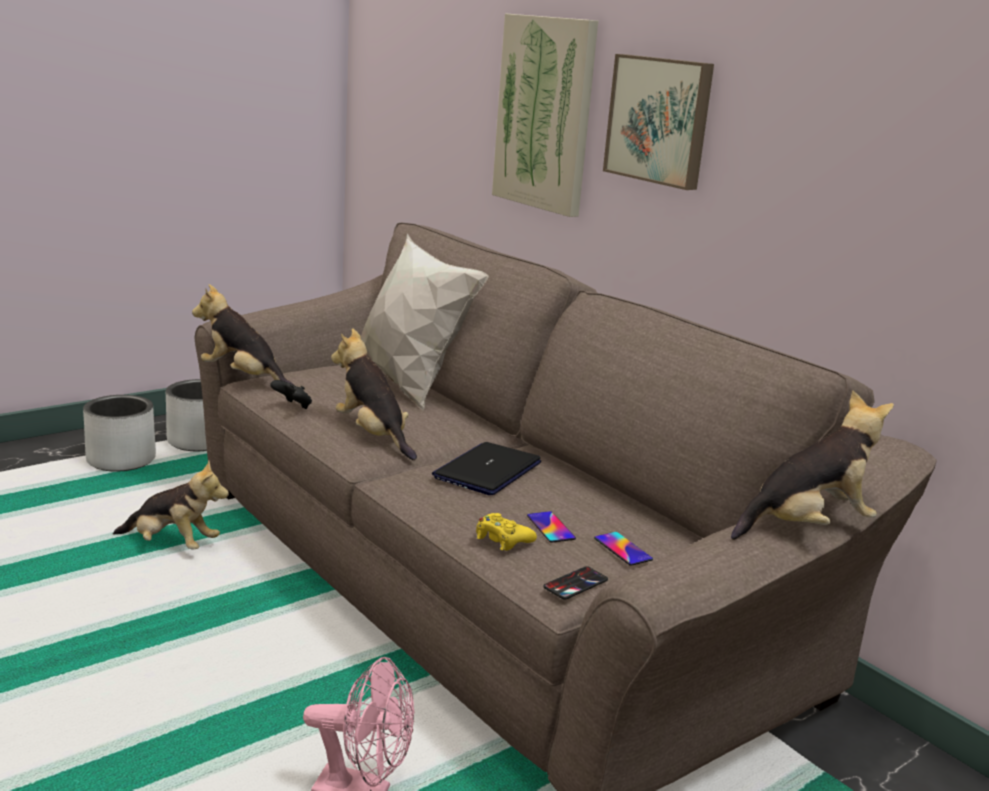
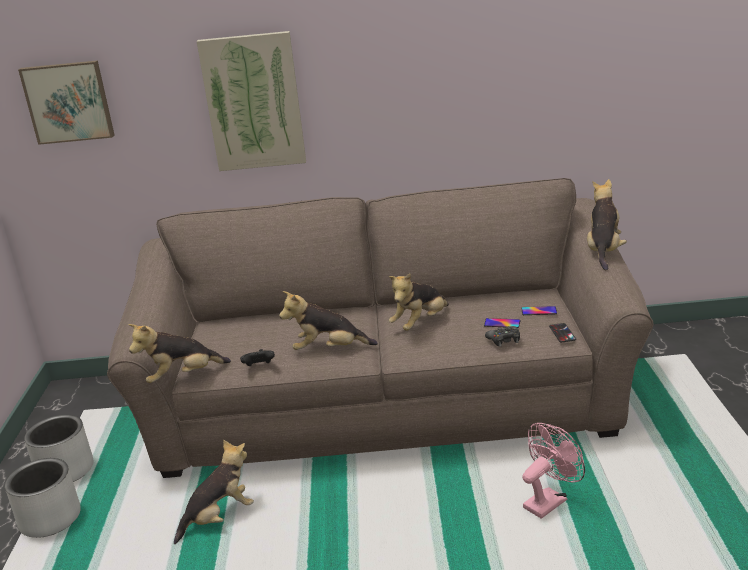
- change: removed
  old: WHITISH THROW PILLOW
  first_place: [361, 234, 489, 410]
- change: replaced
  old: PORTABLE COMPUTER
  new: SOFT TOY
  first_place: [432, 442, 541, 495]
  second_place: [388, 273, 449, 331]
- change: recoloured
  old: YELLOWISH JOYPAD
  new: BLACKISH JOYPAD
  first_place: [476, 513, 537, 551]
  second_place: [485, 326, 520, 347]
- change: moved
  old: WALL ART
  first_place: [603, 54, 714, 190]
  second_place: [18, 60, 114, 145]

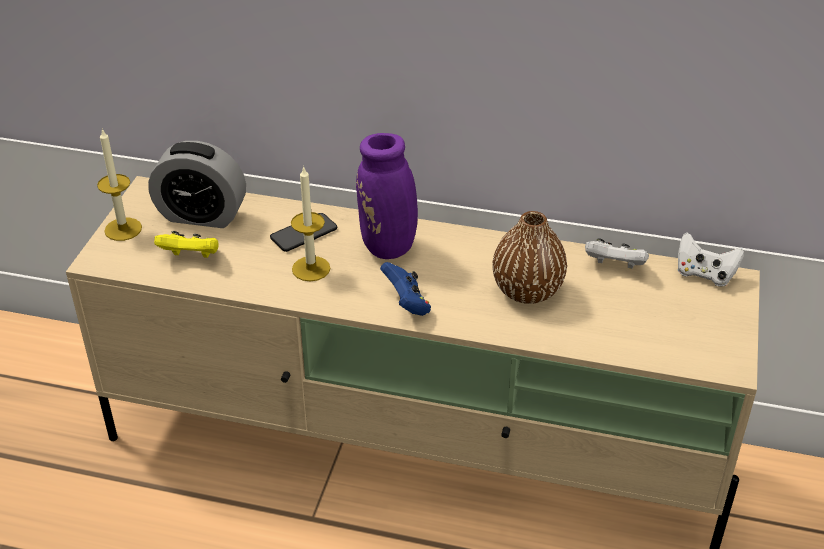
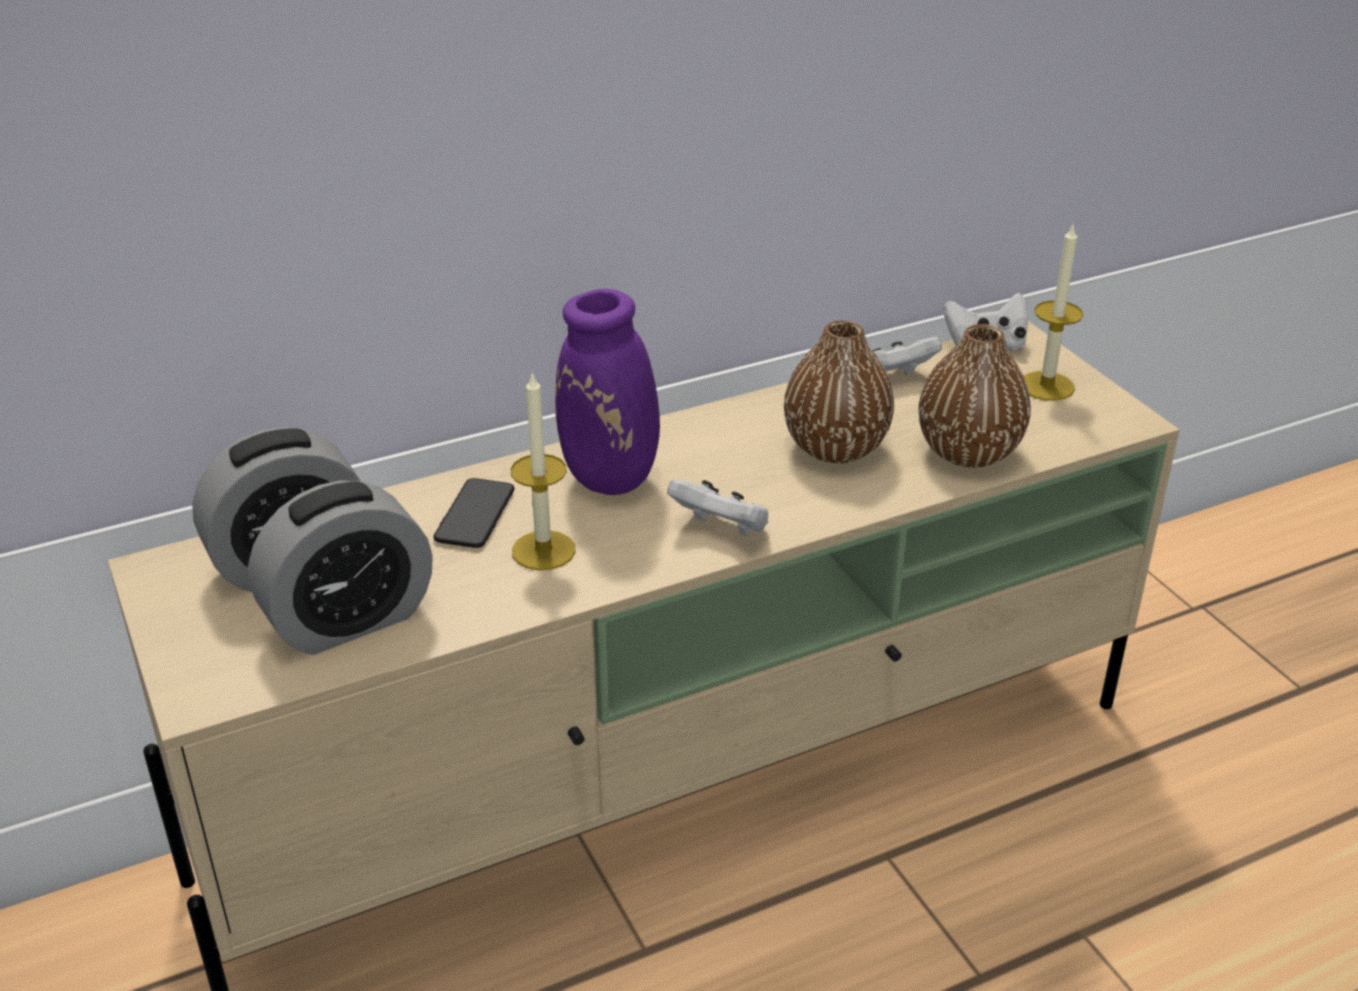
- change: moved
  old: WAX LIGHT
  first_place: [97, 128, 142, 241]
  second_place: [1024, 225, 1083, 401]
- change: replaced
  old: YELLOWISH JOYPAD
  new: ALARM CLOCK
  first_place: [154, 231, 219, 258]
  second_place: [248, 480, 433, 655]
- change: recoloured
  old: BLUISH JOYPAD
  new: WHITISH JOYPAD
  first_place: [380, 262, 431, 316]
  second_place: [667, 480, 768, 536]
- change: added
  new: BROWN VASE
  second_place: [919, 324, 1031, 468]

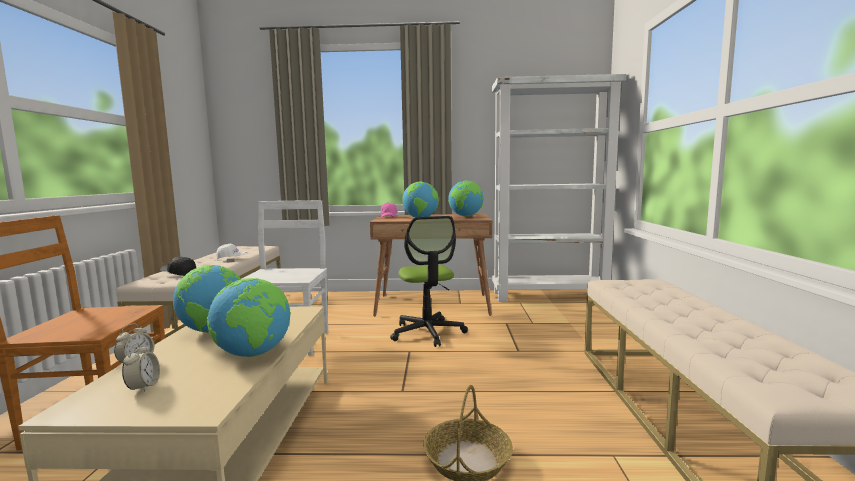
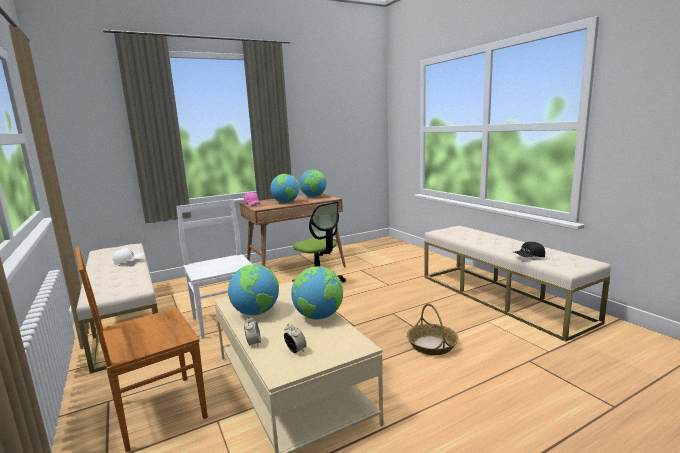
- change: moved
  old: BLACKISH CAP
  first_place: [160, 257, 196, 276]
  second_place: [514, 242, 545, 257]
- change: removed
  old: WHITISH BOOKSHELF
  first_place: [492, 74, 627, 302]

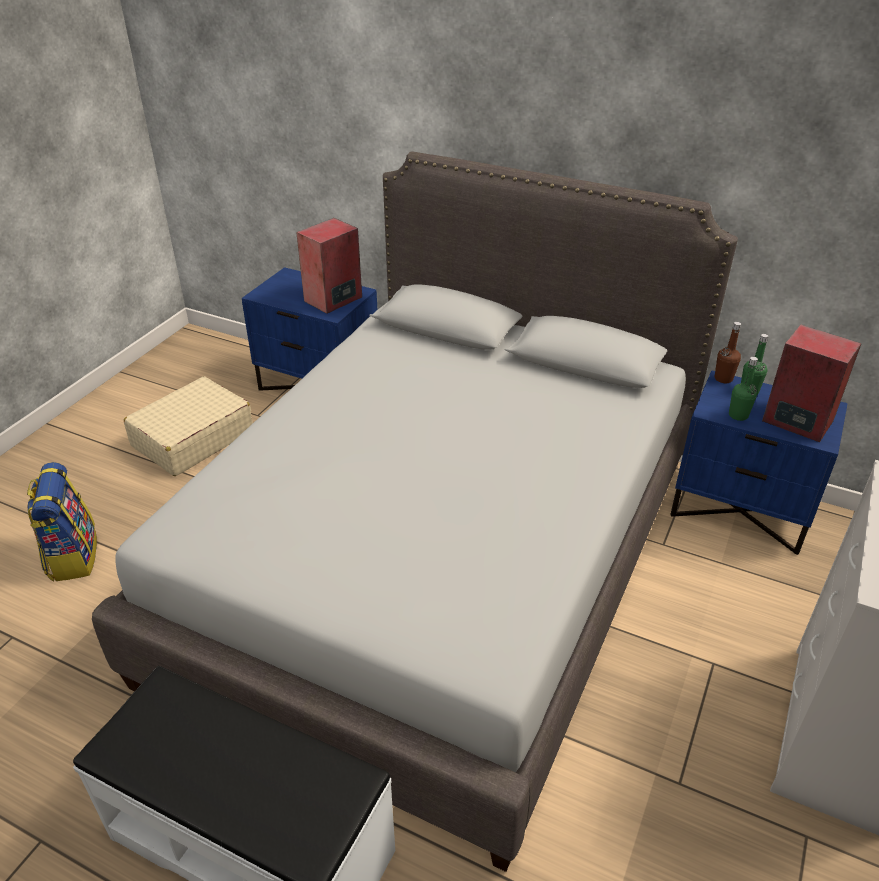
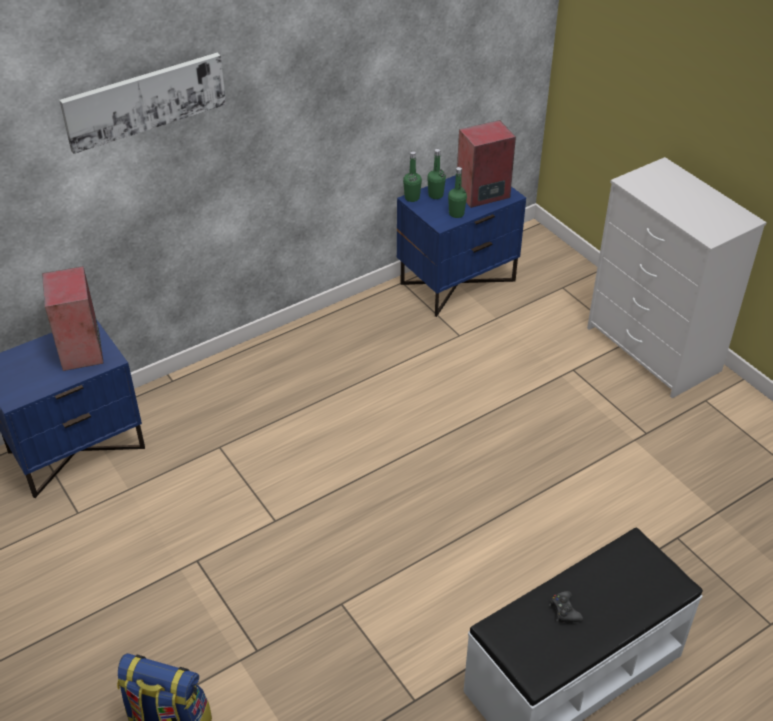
- change: removed
  old: GREY BEDROOM BED
  first_place: [92, 152, 738, 872]
- change: removed
  old: BEIGE-COLOURED SUITCASE
  first_place: [124, 377, 253, 476]
- change: recoloured
  old: BROWN DRINK BOTTLE
  new: GREEN DRINK BOTTLE
  first_place: [715, 322, 741, 383]
  second_place: [403, 151, 422, 202]
- change: added
  new: WALL ART
  second_place: [59, 53, 226, 154]
- change: added
  new: BLACKISH JOYPAD
  second_place: [549, 591, 583, 623]

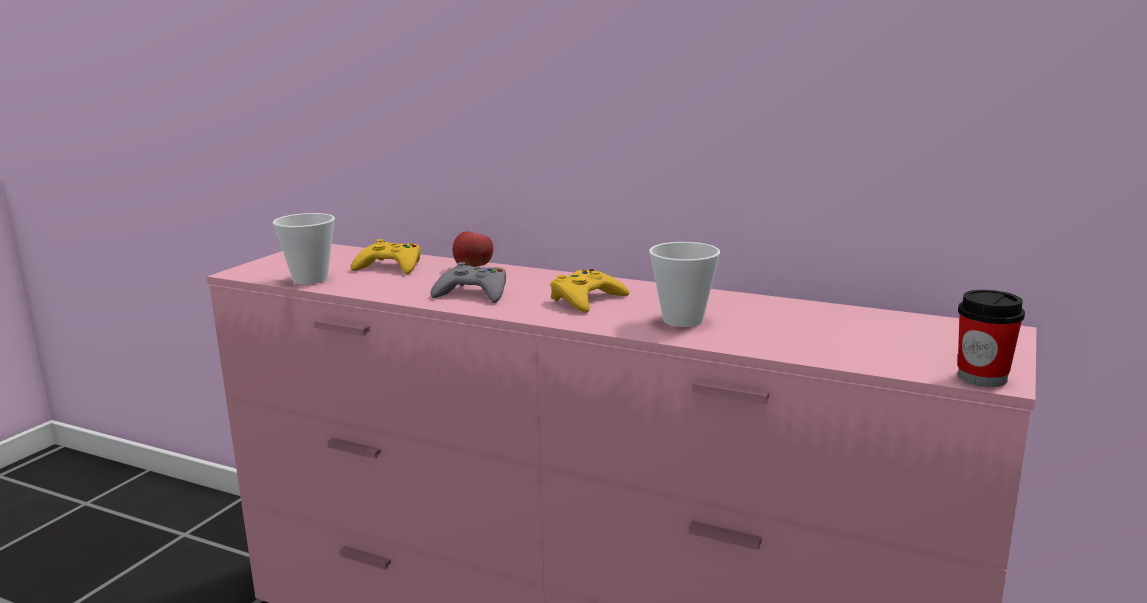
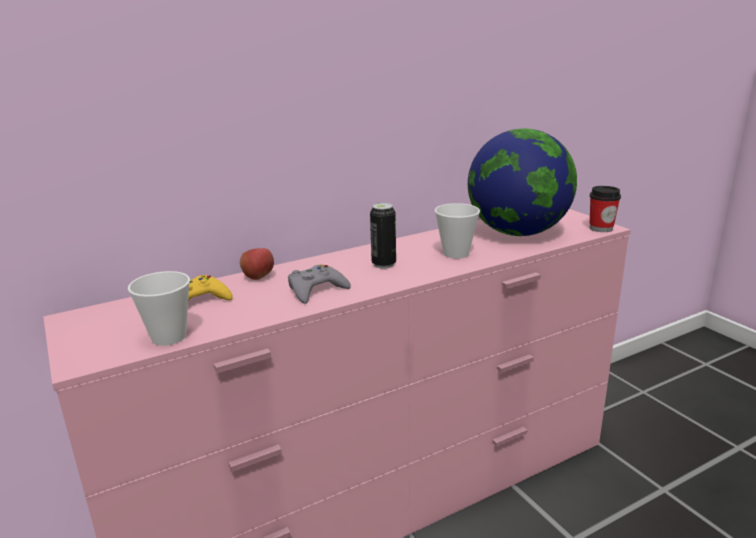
- change: replaced
  old: YELLOWISH JOYPAD
  new: METAL CAN
  first_place: [550, 269, 629, 313]
  second_place: [370, 203, 396, 269]
- change: added
  new: DESK GLOBE
  second_place: [468, 129, 577, 236]

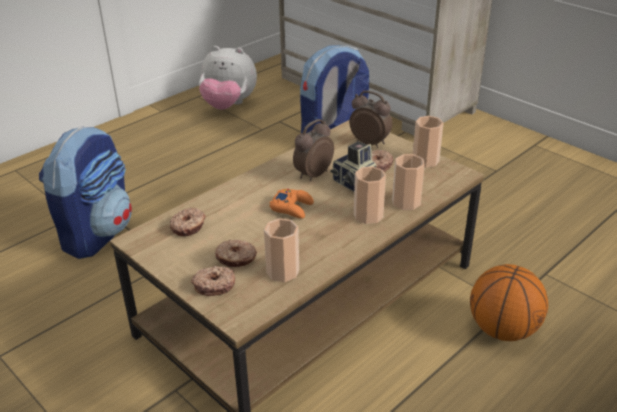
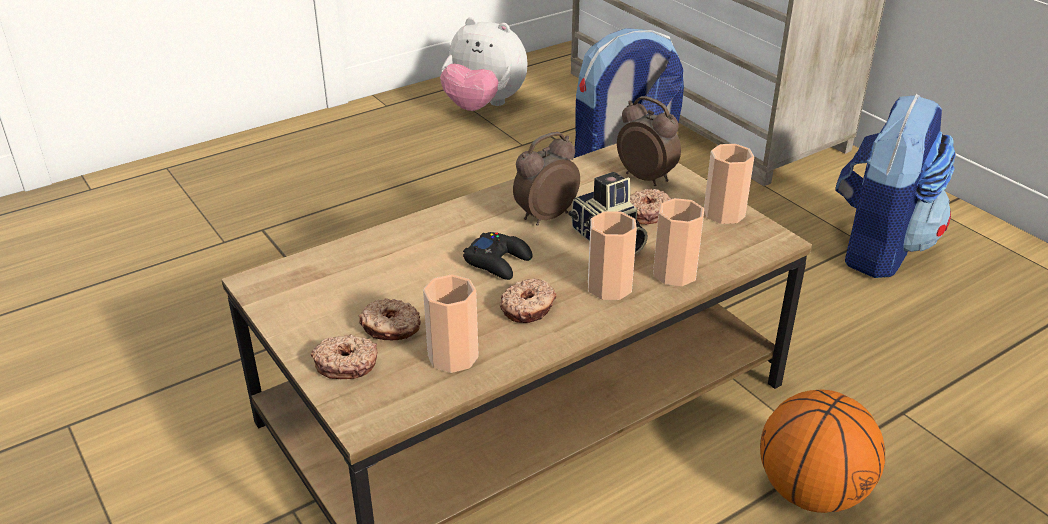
- change: moved
  old: KNAPSACK
  first_place: [39, 126, 132, 259]
  second_place: [835, 94, 956, 278]
- change: moved
  old: RING DOUGHNUT
  first_place: [170, 208, 206, 236]
  second_place: [500, 279, 556, 323]
- change: recoloured
  old: ORANGEY JOYPAD
  new: BLACKISH JOYPAD
  first_place: [269, 189, 314, 219]
  second_place: [463, 232, 532, 280]

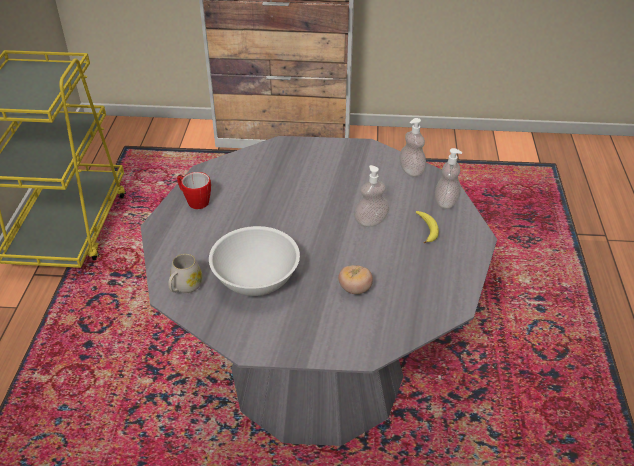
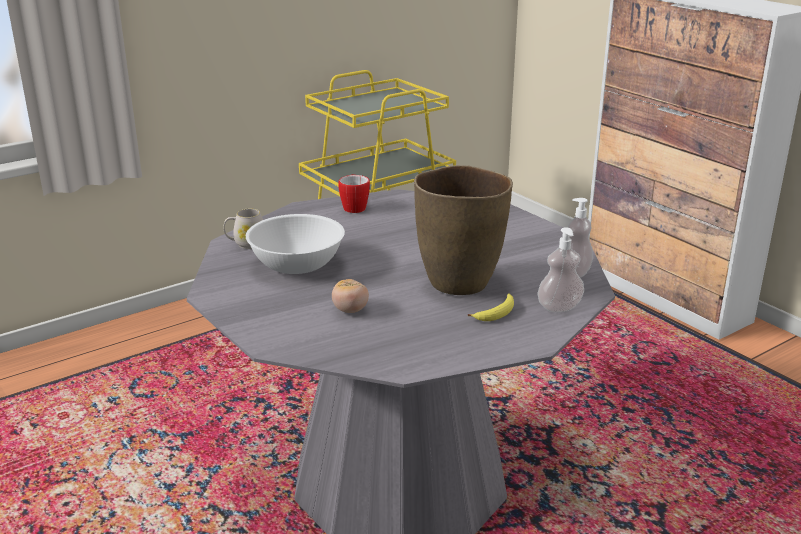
- change: replaced
  old: SOAP BOTTLE
  new: BROWN VASE
  first_place: [354, 165, 389, 227]
  second_place: [414, 165, 513, 295]

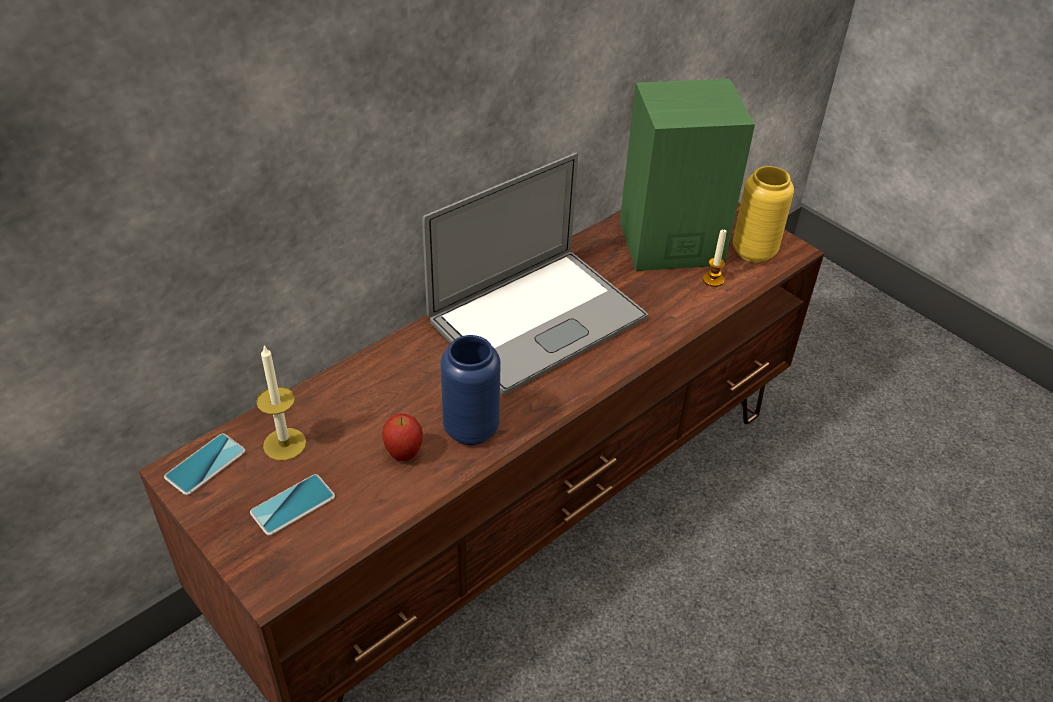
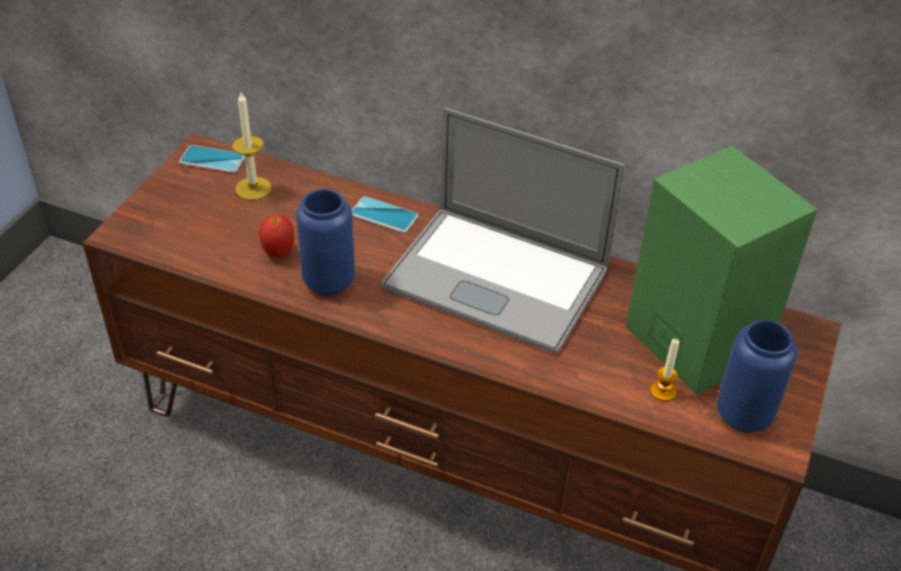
- change: moved
  old: PHONE
  first_place: [250, 474, 335, 536]
  second_place: [352, 196, 419, 233]
- change: recoloured
  old: YELLOWISH VASE
  new: BLUISH VASE
  first_place: [733, 166, 794, 263]
  second_place: [717, 320, 798, 433]

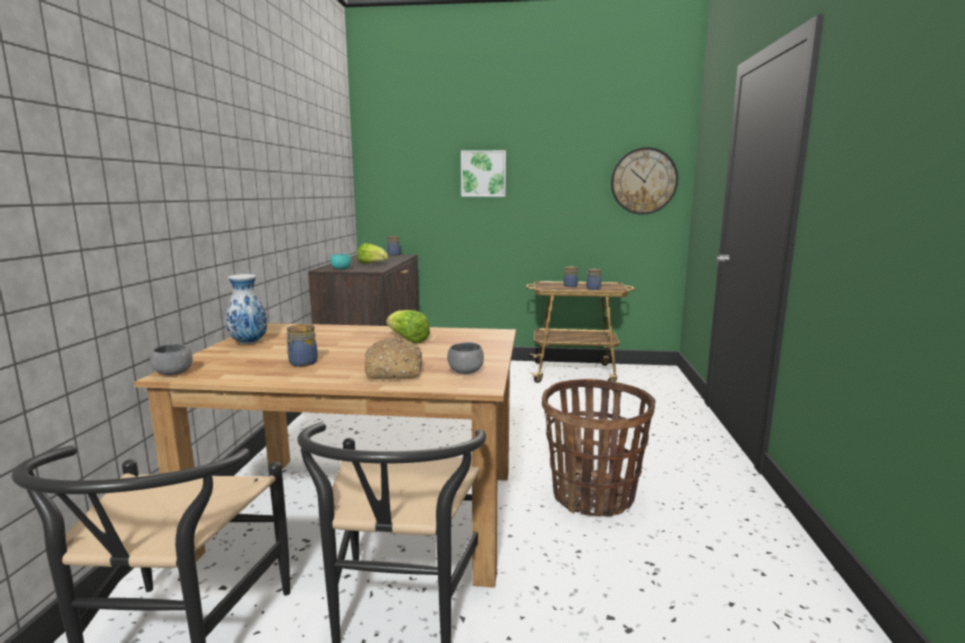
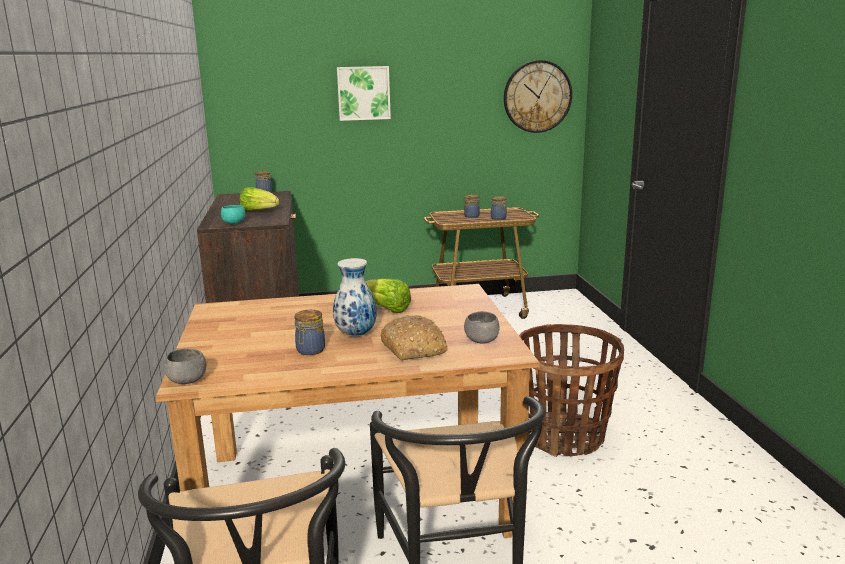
- change: moved
  old: VASE
  first_place: [225, 274, 268, 344]
  second_place: [333, 258, 377, 337]

